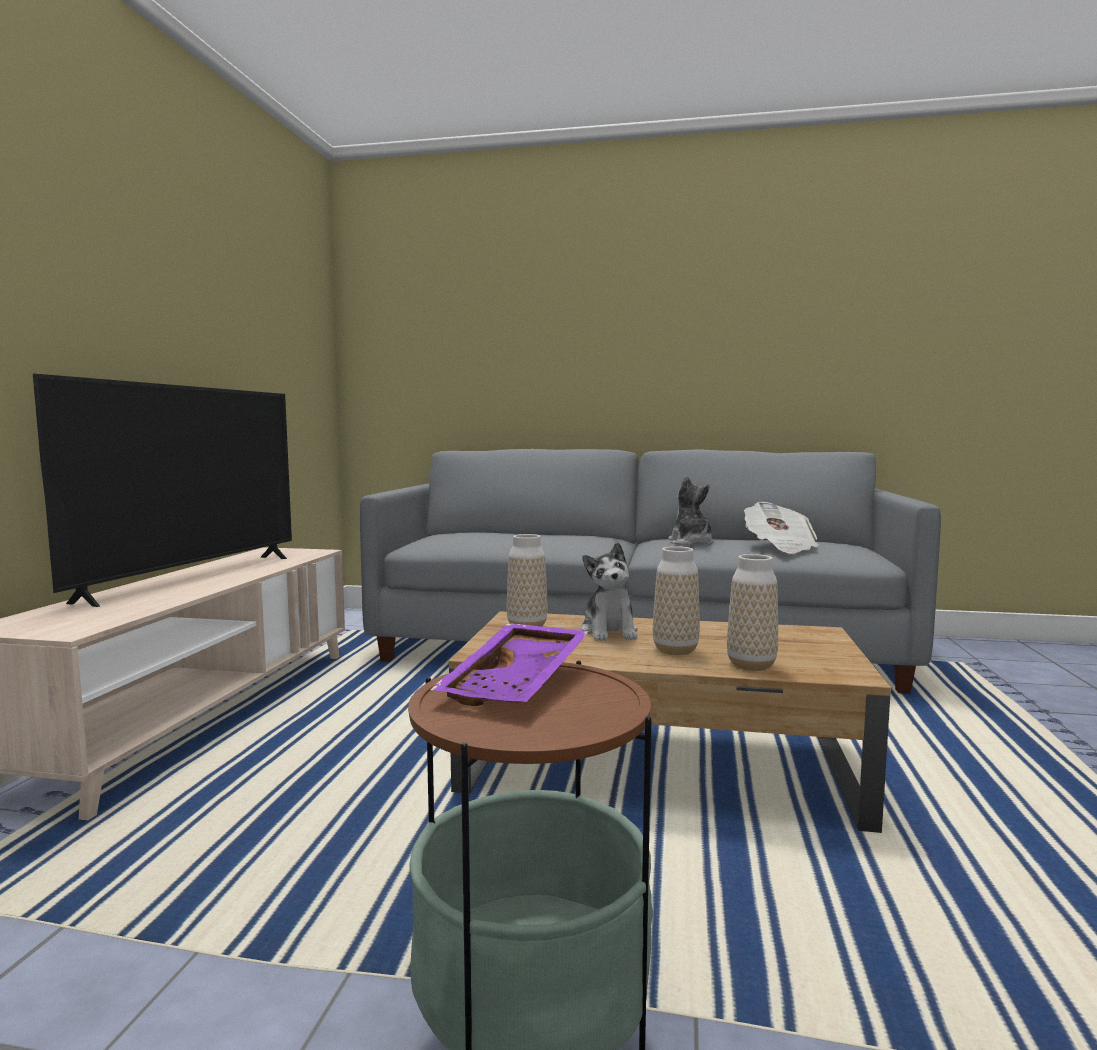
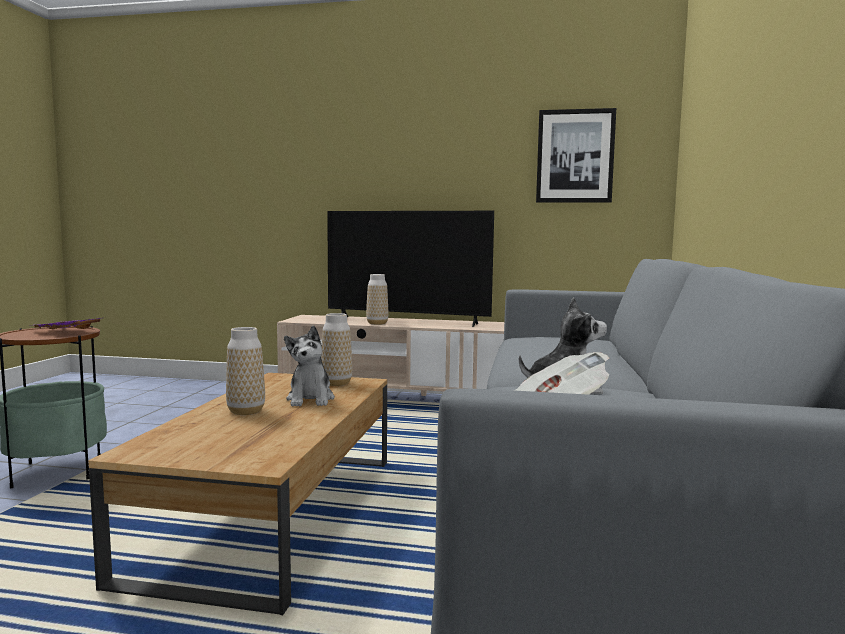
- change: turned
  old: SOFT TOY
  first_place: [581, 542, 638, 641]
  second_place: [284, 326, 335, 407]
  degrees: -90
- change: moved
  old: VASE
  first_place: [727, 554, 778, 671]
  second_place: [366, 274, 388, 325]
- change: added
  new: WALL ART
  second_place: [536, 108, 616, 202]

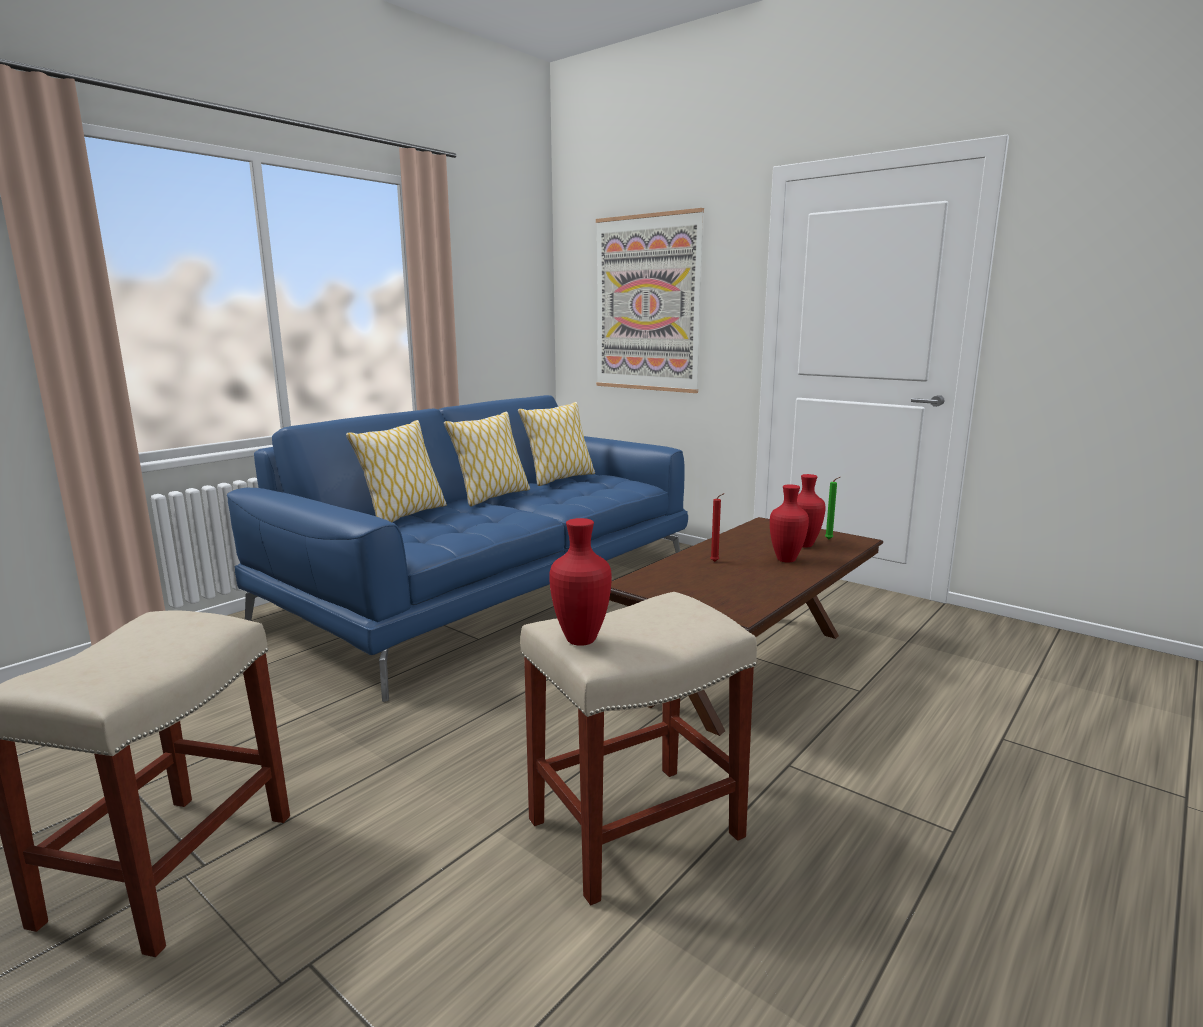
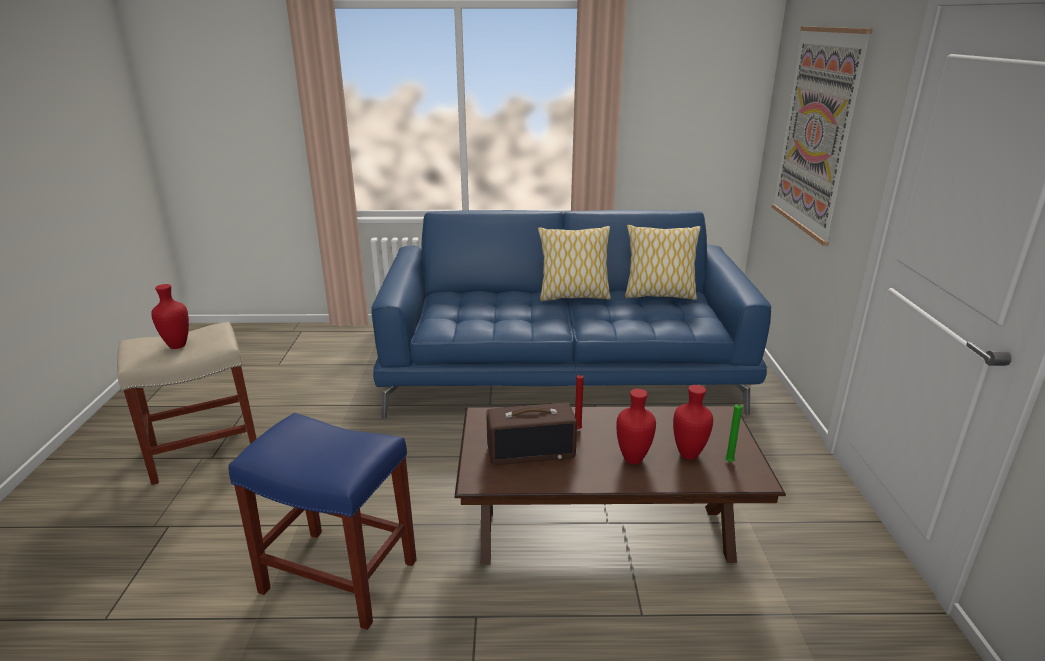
- change: removed
  old: THROW PILLOW
  first_place: [346, 420, 447, 522]
- change: recoloured
  old: BEIGE-COLOURED STOOL
  new: BLUISH STOOL
  first_place: [520, 592, 757, 906]
  second_place: [229, 413, 417, 630]
- change: moved
  old: RED-COLOURED VASE
  first_place: [549, 518, 612, 646]
  second_place: [151, 284, 189, 349]
- change: added
  new: RADIO SET
  second_place: [486, 403, 577, 465]

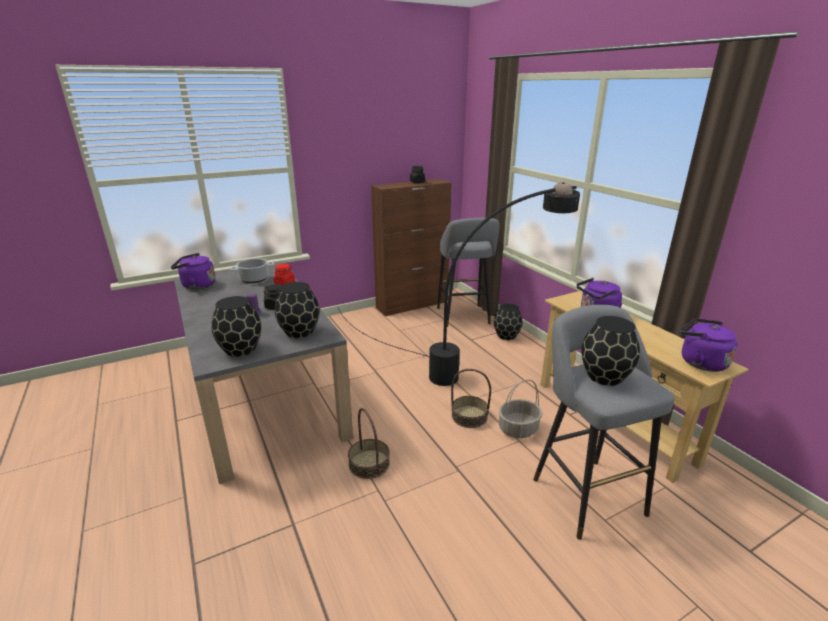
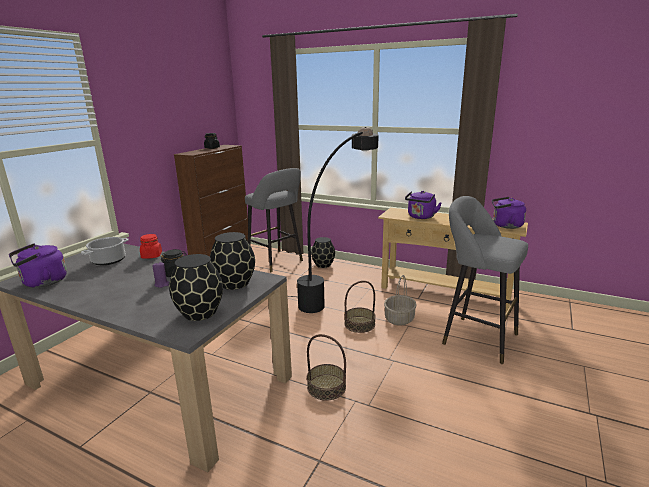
- change: removed
  old: BLACKISH VASE
  first_place: [581, 316, 640, 386]

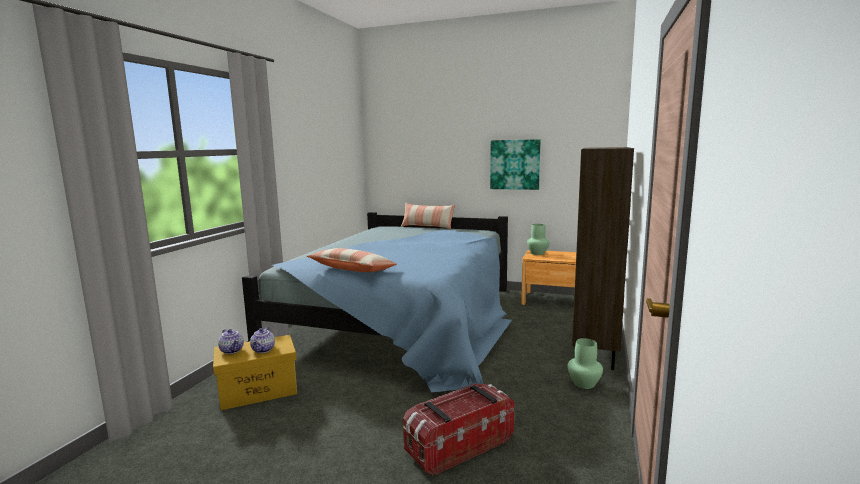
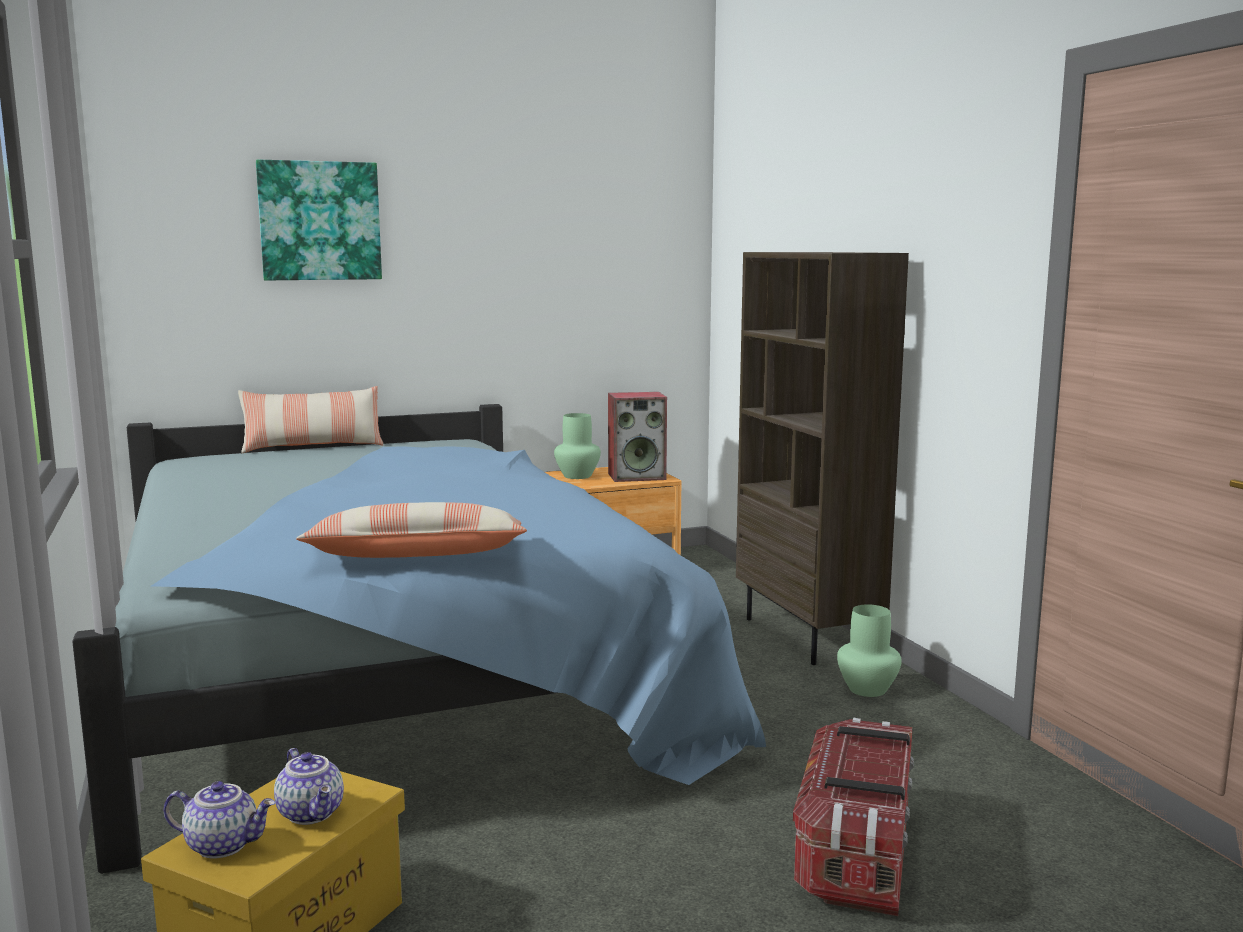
- change: moved
  old: WALL ART
  first_place: [490, 139, 541, 190]
  second_place: [256, 160, 382, 280]
- change: added
  new: LOUDSPEAKER
  second_place: [608, 392, 667, 482]

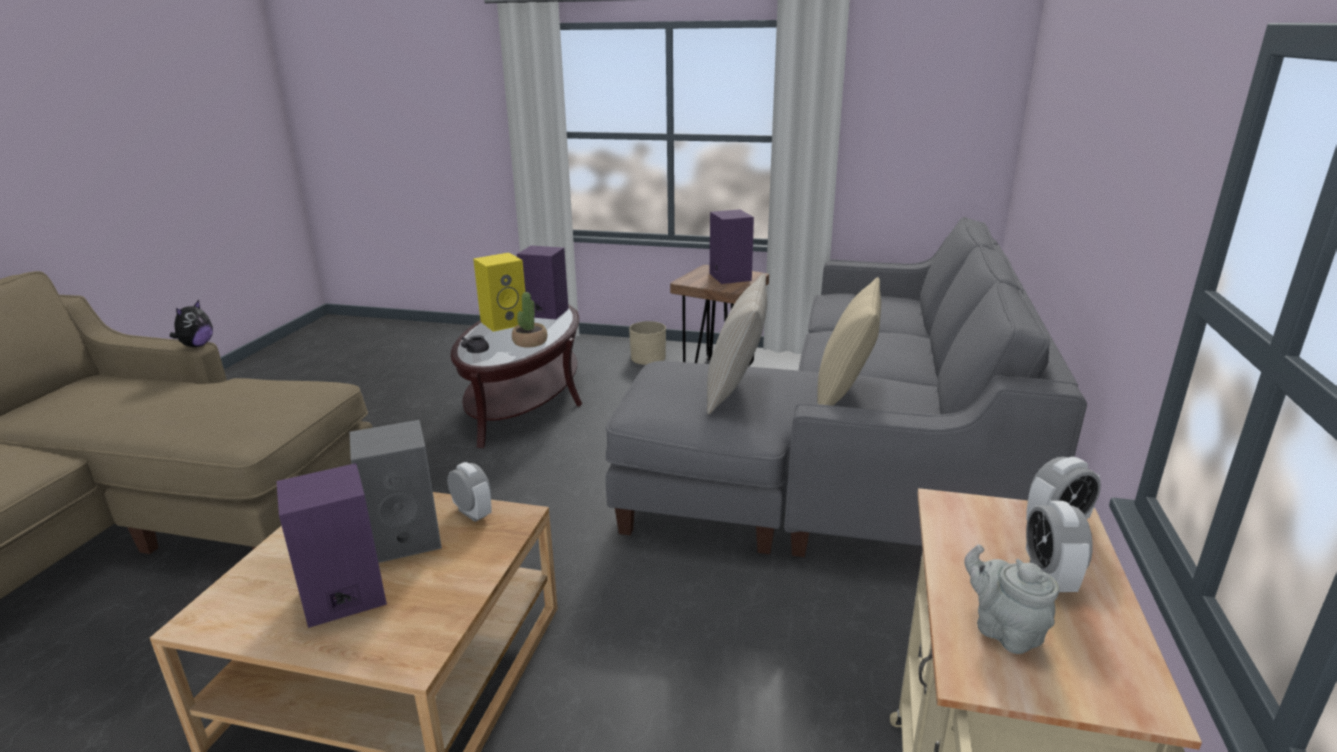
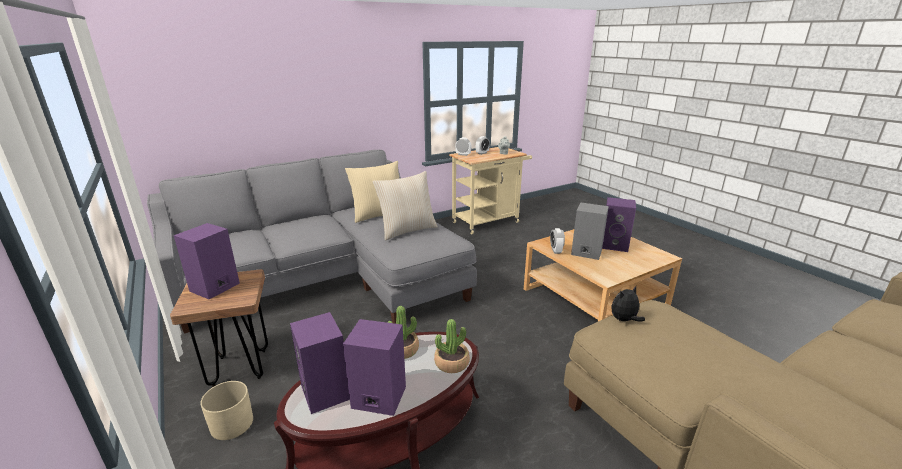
- change: moved
  old: SOFT TOY
  first_place: [170, 300, 213, 347]
  second_place: [611, 286, 645, 322]
- change: replaced
  old: GREY TEAPOT
  new: POTTED PLANT
  first_place: [461, 335, 489, 353]
  second_place: [434, 319, 470, 373]
- change: recoloured
  old: YELLOWISH LOUDSPEAKER
  new: PURPLE-COLOURED LOUDSPEAKER
  first_place: [473, 253, 525, 332]
  second_place: [343, 319, 406, 416]

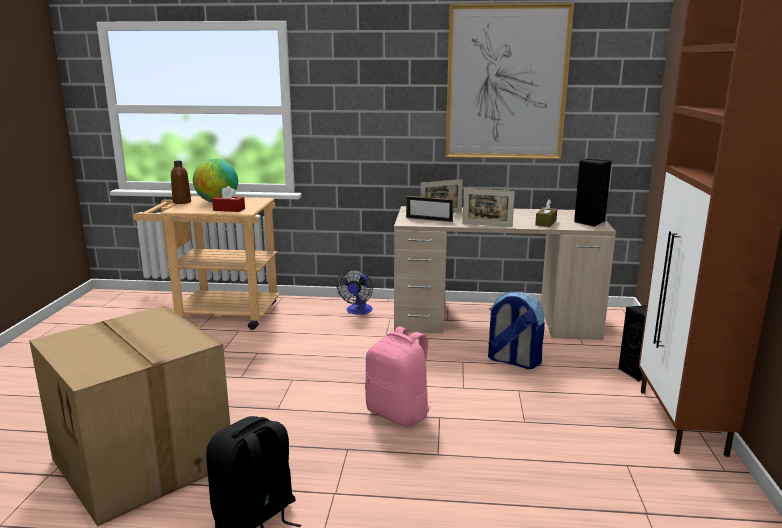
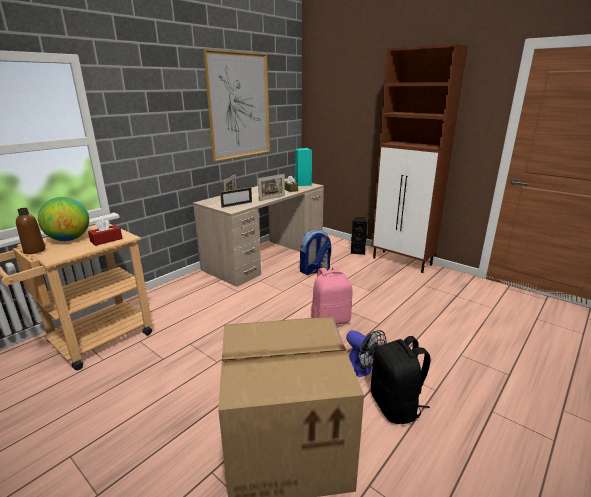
- change: moved
  old: COOLING FAN
  first_place: [337, 269, 373, 315]
  second_place: [346, 330, 387, 377]
- change: recoloured
  old: BLACKISH LOUDSPEAKER
  new: TURQUOISE-COLOURED LOUDSPEAKER
  first_place: [574, 159, 612, 227]
  second_place: [295, 148, 312, 186]

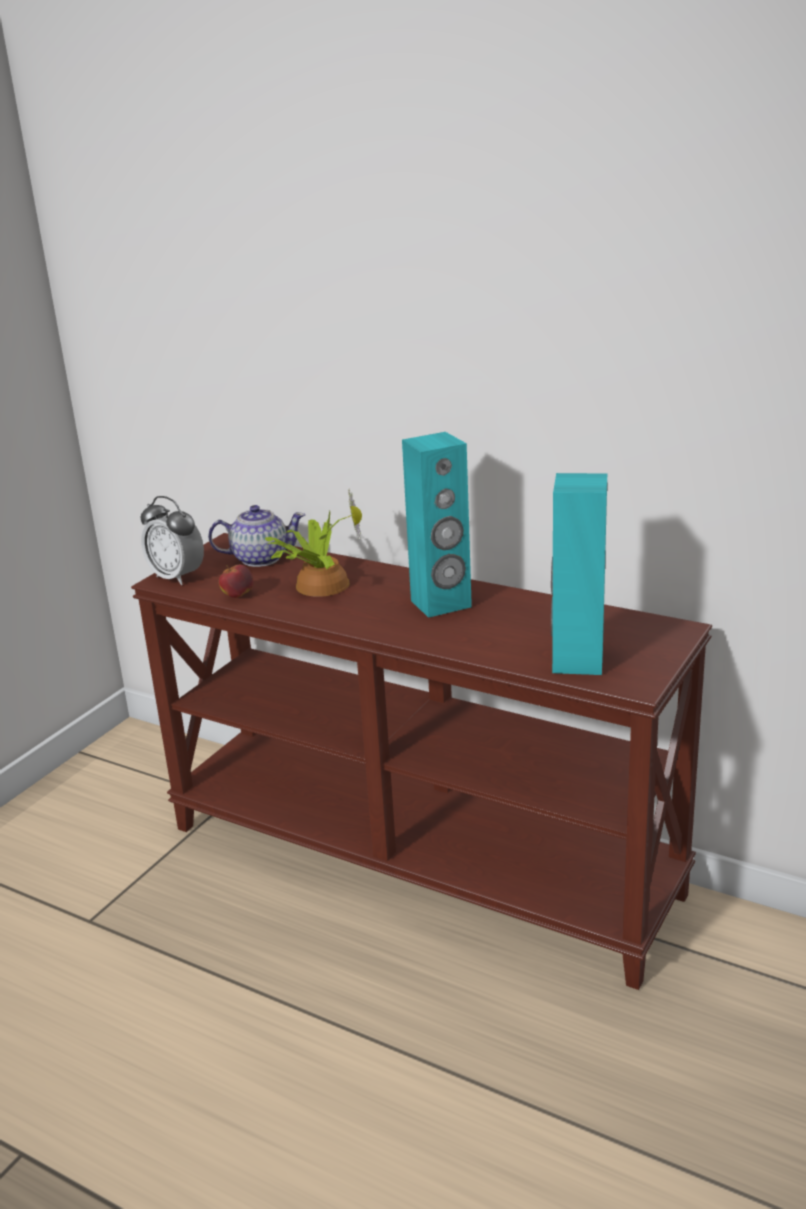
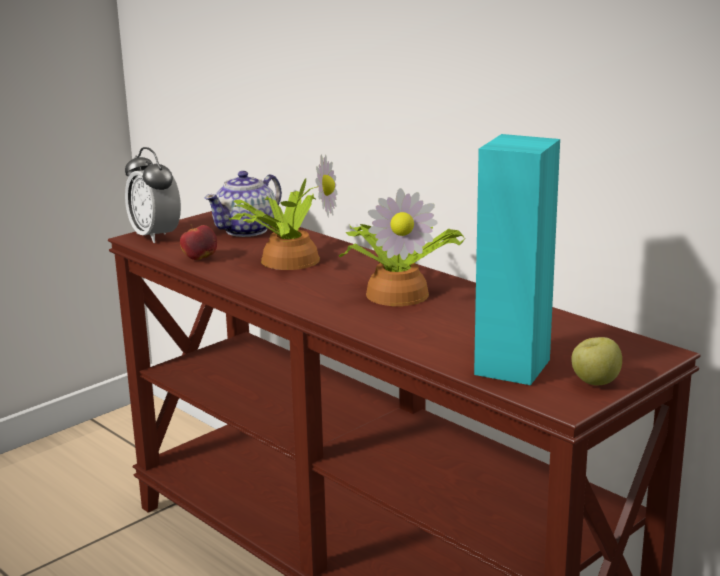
- change: turned
  old: TEAPOT
  first_place: [208, 505, 305, 567]
  second_place: [205, 171, 282, 237]
  degrees: 120
- change: replaced
  old: TURQUOISE-COLOURED LOUDSPEAKER
  new: POTTED PLANT
  first_place: [402, 432, 472, 618]
  second_place: [339, 188, 465, 306]
- change: added
  new: WHOLE APPLE
  second_place: [571, 337, 622, 385]

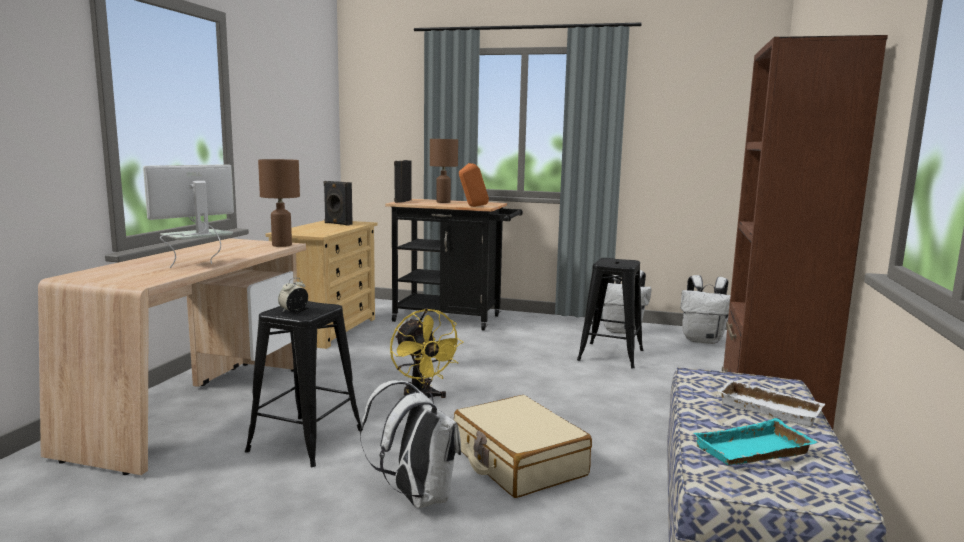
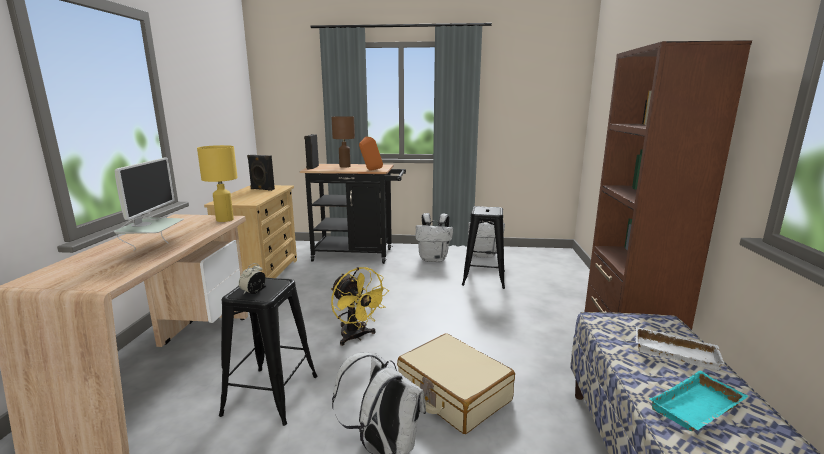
- change: turned
  old: COMPUTER SCREEN
  first_place: [143, 164, 234, 268]
  second_place: [114, 157, 184, 251]
  degrees: 150
- change: recoloured
  old: BROWN TABLE LAMP
  new: YELLOWISH TABLE LAMP
  first_place: [258, 159, 300, 247]
  second_place: [197, 145, 238, 222]
- change: moved
  old: WHITISH KNAPSACK
  first_place: [680, 275, 731, 344]
  second_place: [415, 213, 453, 262]

